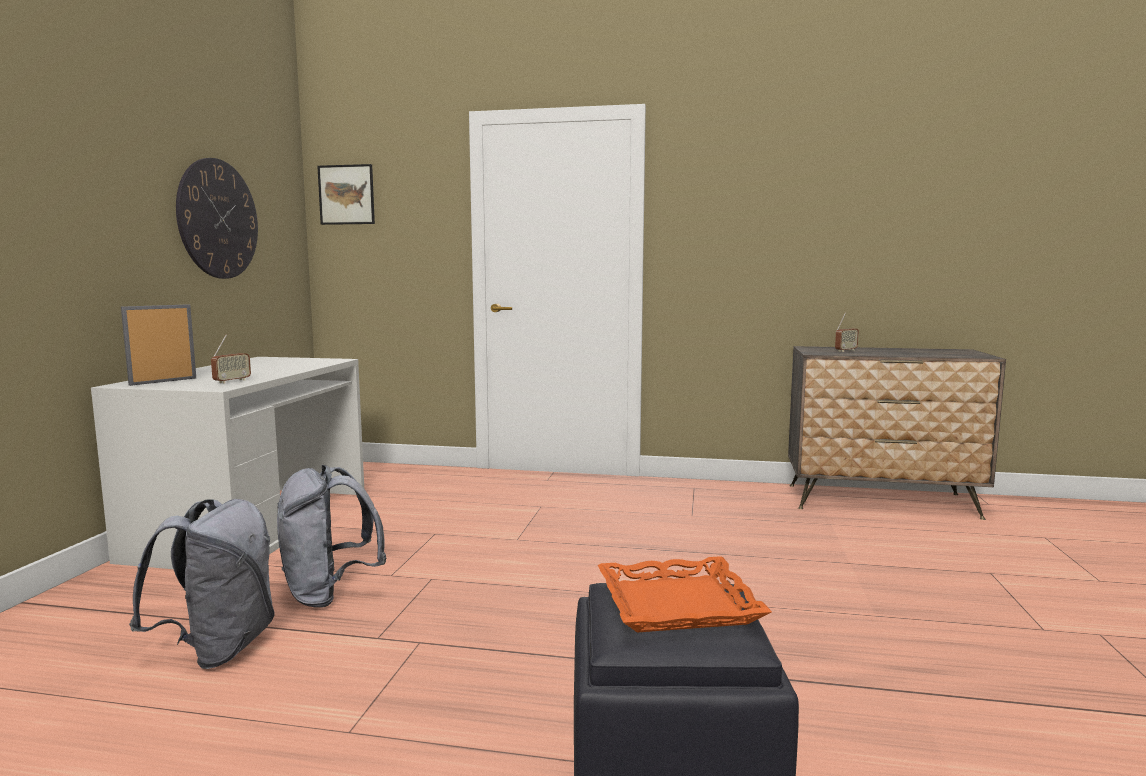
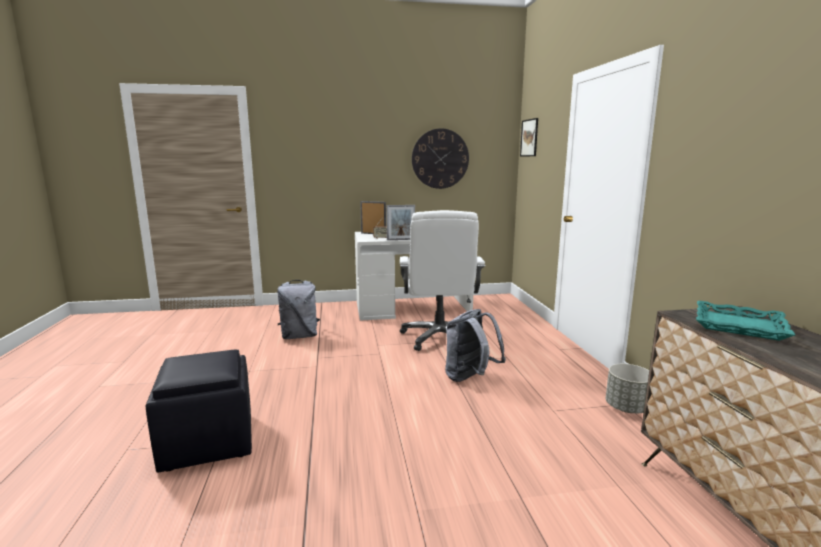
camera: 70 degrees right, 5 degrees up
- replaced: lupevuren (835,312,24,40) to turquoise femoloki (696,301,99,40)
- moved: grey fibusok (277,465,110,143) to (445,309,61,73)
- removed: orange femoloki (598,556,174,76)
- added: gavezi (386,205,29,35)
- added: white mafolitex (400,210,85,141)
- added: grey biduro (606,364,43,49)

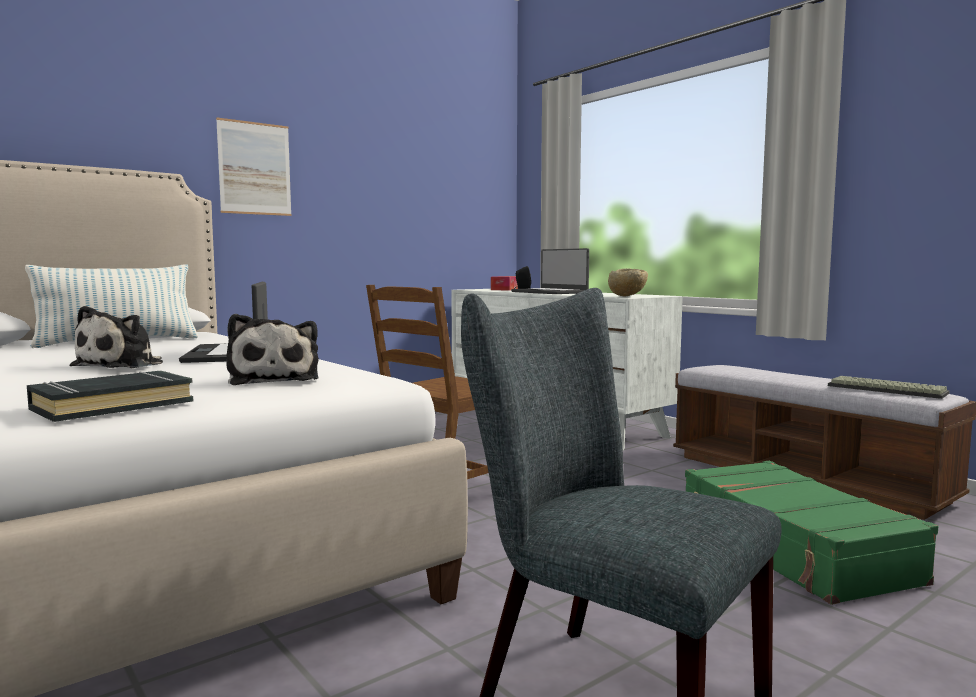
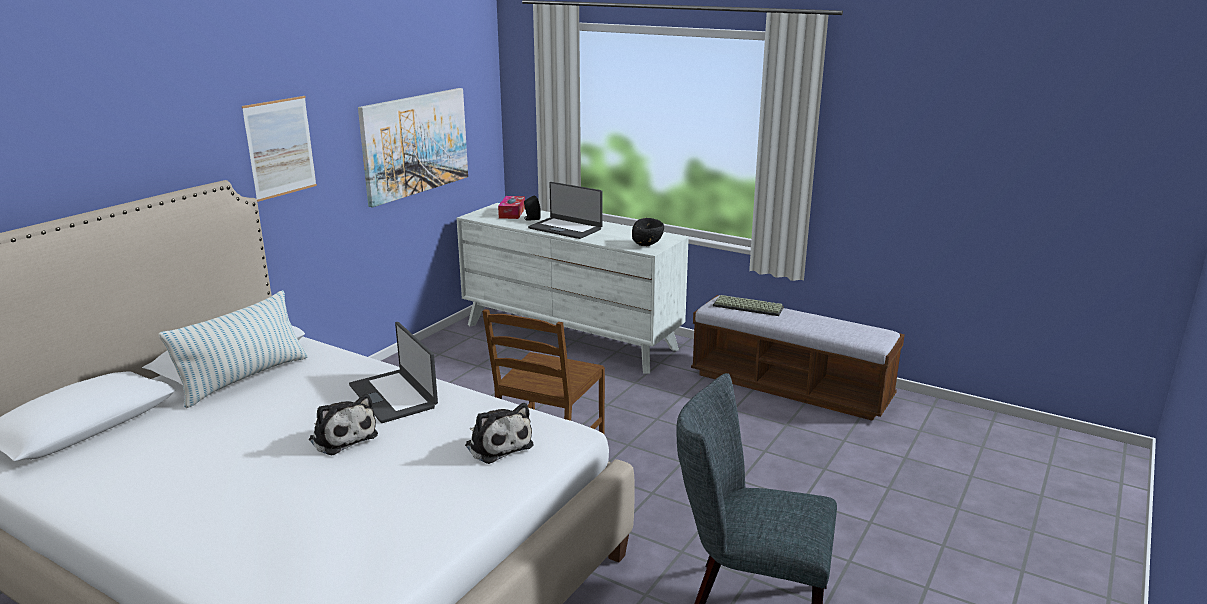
camera: 20 degrees left, 15 degrees up
- recoloured: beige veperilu (608,268,40,28) to black veperilu (632,218,32,28)
- turned: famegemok (70,306,93,62) = (309,394,69,61) 45 degrees counterclockwise
- removed: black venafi (27,371,166,51)
- moved: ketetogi (828,376,122,23) to (713,295,71,21)
- removed: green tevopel (685,461,253,144)
- added: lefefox (358,88,110,120)

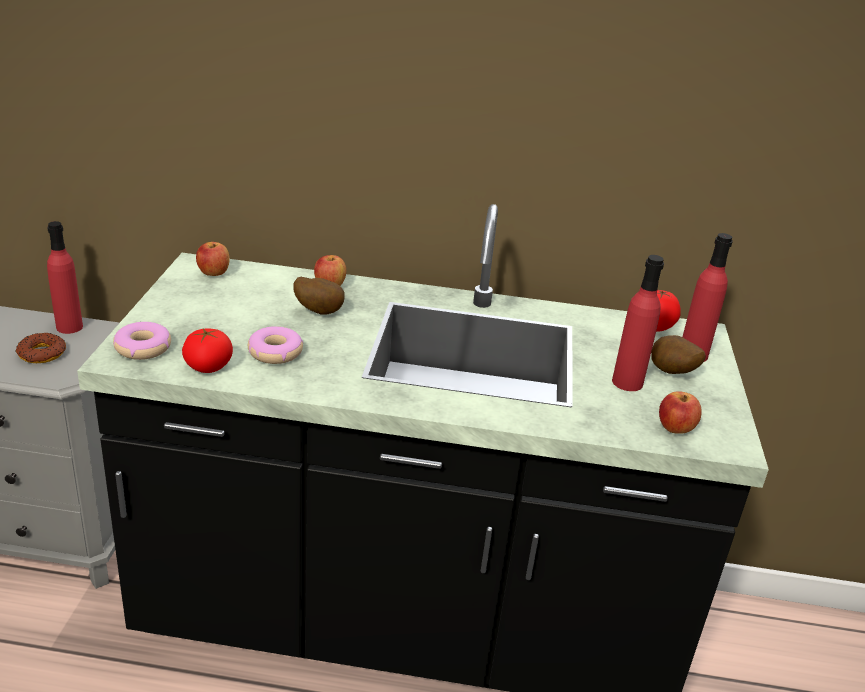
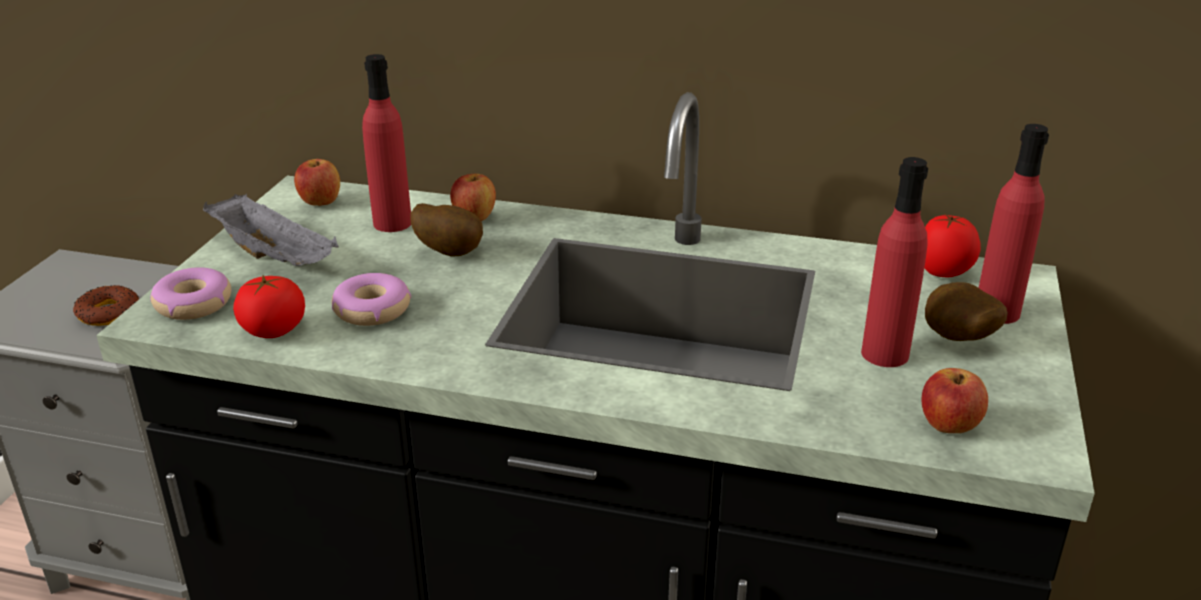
camera: 10 degrees right, 0 degrees up
- moved: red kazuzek (47,221,36,113) to (362,54,49,178)
- added: grey femoloki (203,194,136,72)

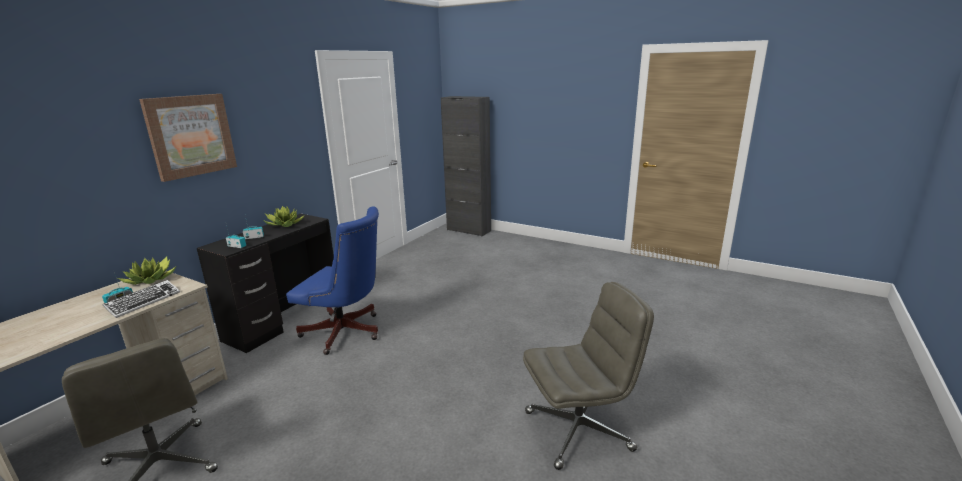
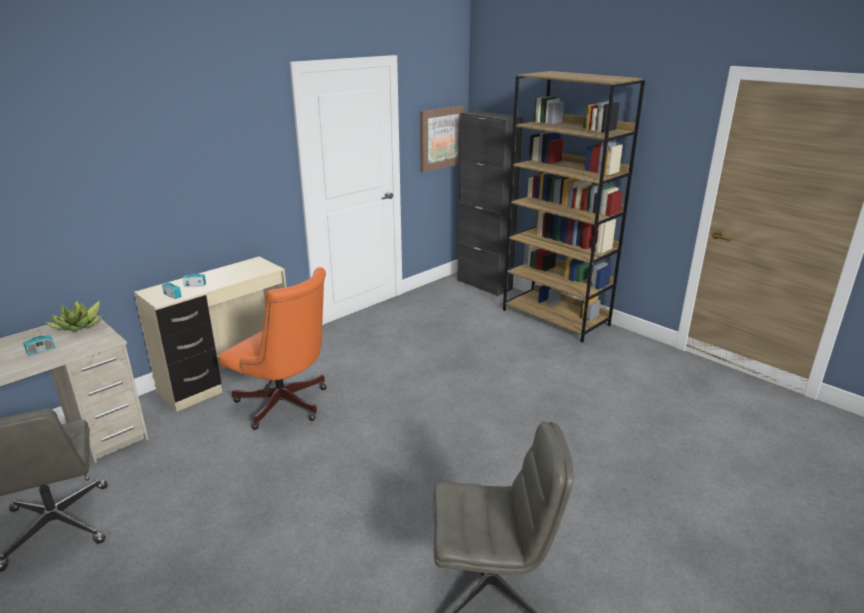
camera: 15 degrees right, 5 degrees up
- moved: lefefox (139,94,98,88) to (420,105,45,68)
- removed: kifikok (263,206,41,21)
- recoloured: blue mafolitex (286,206,93,149) to orange mafolitex (219,267,108,163)
- recoloured: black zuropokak (197,214,137,139) to beige zuropokak (134,256,152,156)
- removed: ketetogi (102,280,78,38)
- added: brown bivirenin (503,71,142,272)

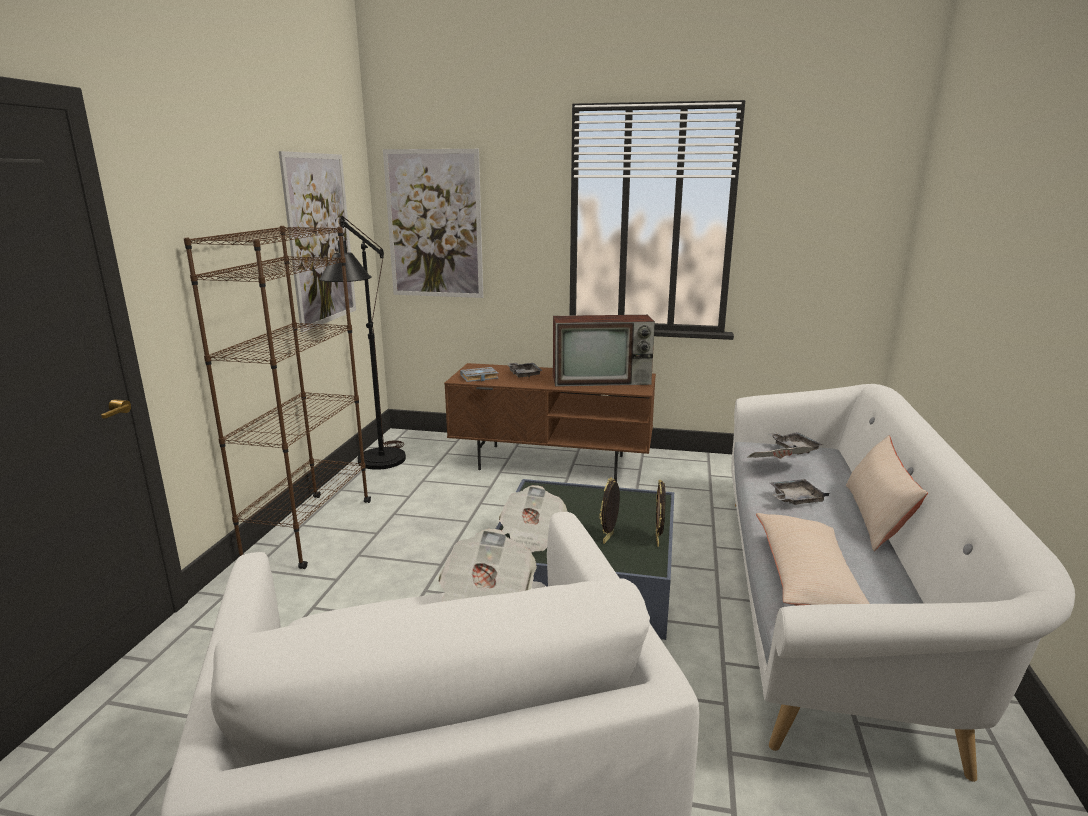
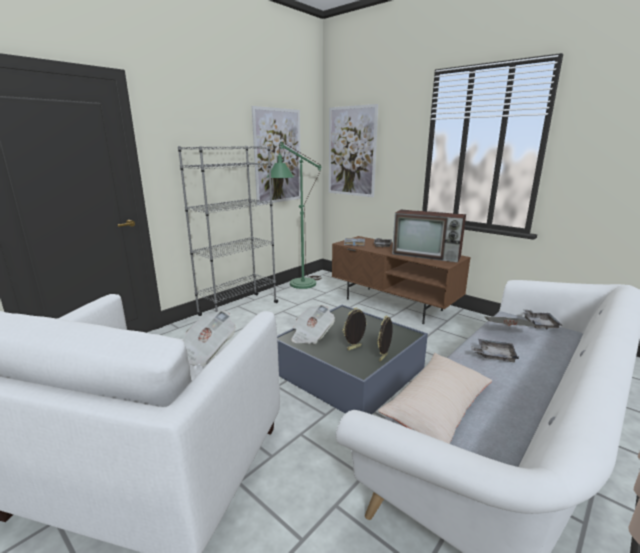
camera: 30 degrees right, 0 degrees up
- recoloured: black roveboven (319,215,87,255) to green roveboven (266,142,56,147)
- recoloured: brown bivirenin (184,226,187,343) to grey bivirenin (178,146,100,170)
- removed: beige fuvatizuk (846,435,82,116)

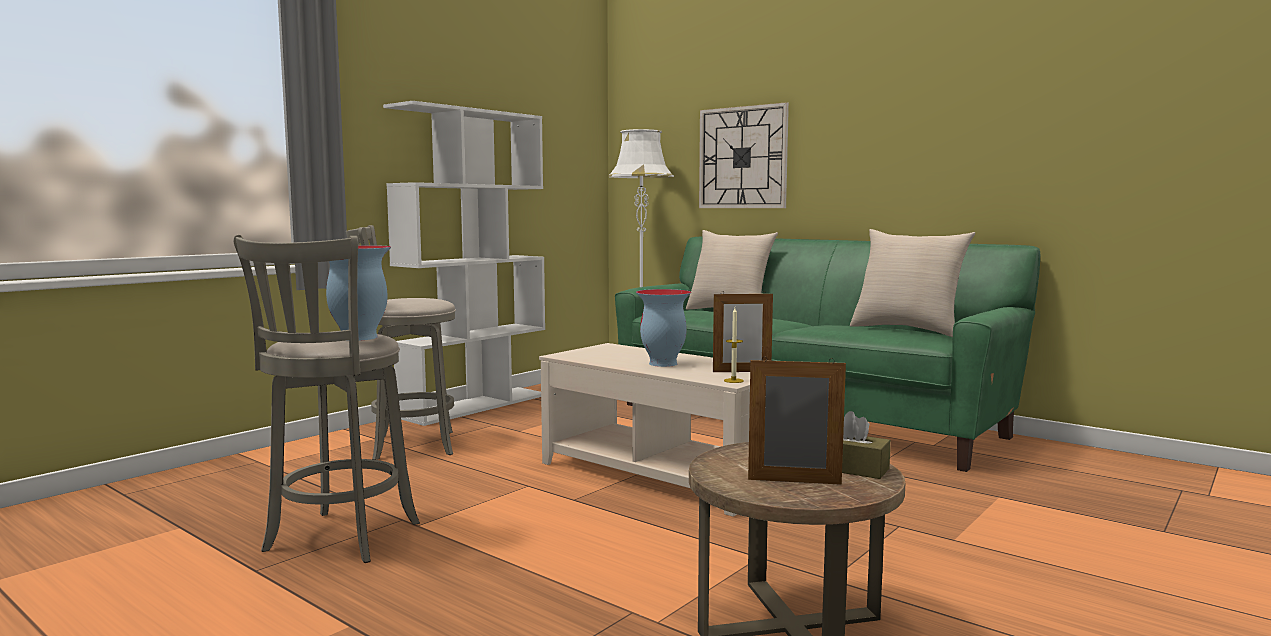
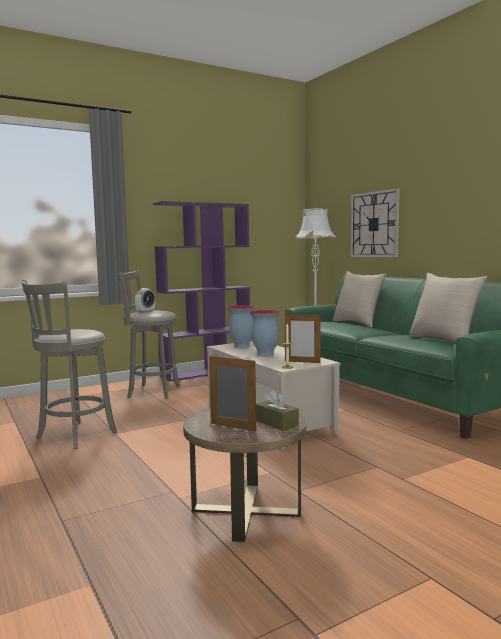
camera: 20 degrees right, 0 degrees up
- recoloured: white bivirenin (383,101,162,325) to purple bivirenin (153,201,97,181)
- moved: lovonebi (326,245,65,96) to (226,305,30,43)
- added: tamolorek (135,288,20,25)

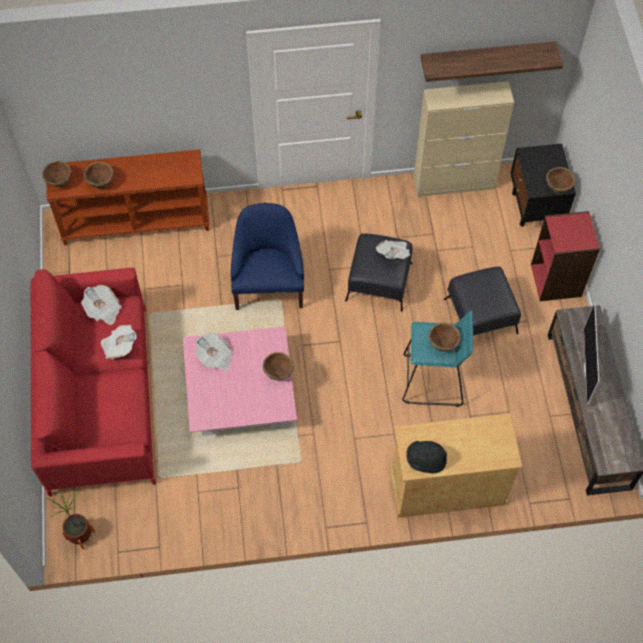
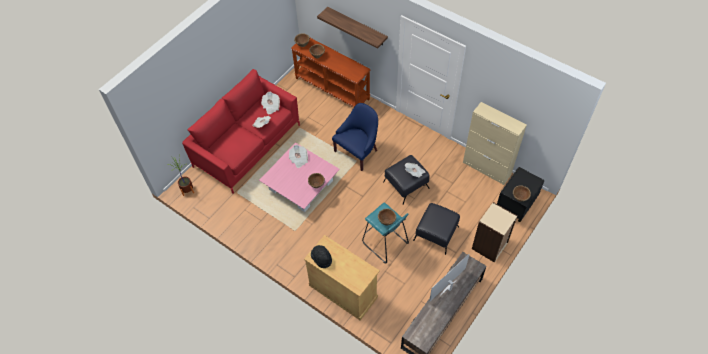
camera: 45 degrees right, 5 degrees down
- moved: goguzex (421,41,142,41) to (317,7,71,42)
- recoloured: red bivirenin (531,211,69,90) to beige bivirenin (472,202,45,61)

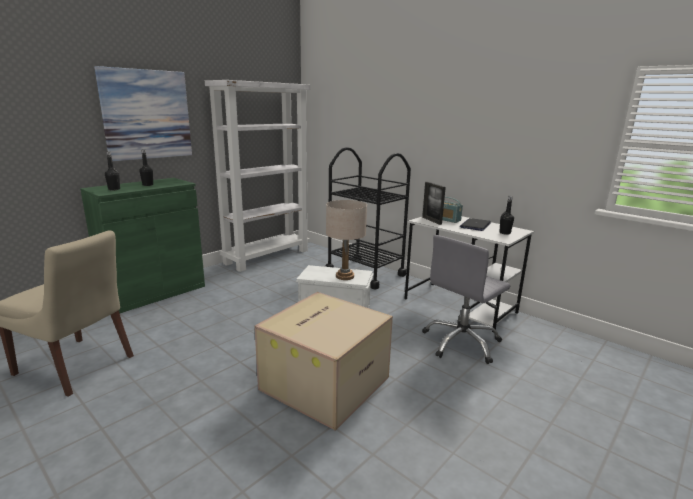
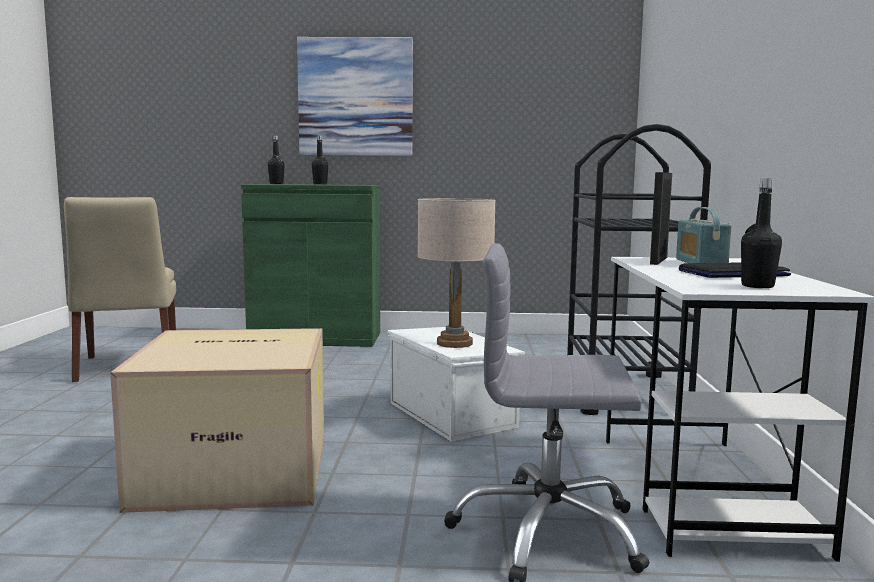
camera: 50 degrees right, 10 degrees down
- removed: white bivirenin (205,80,105,192)

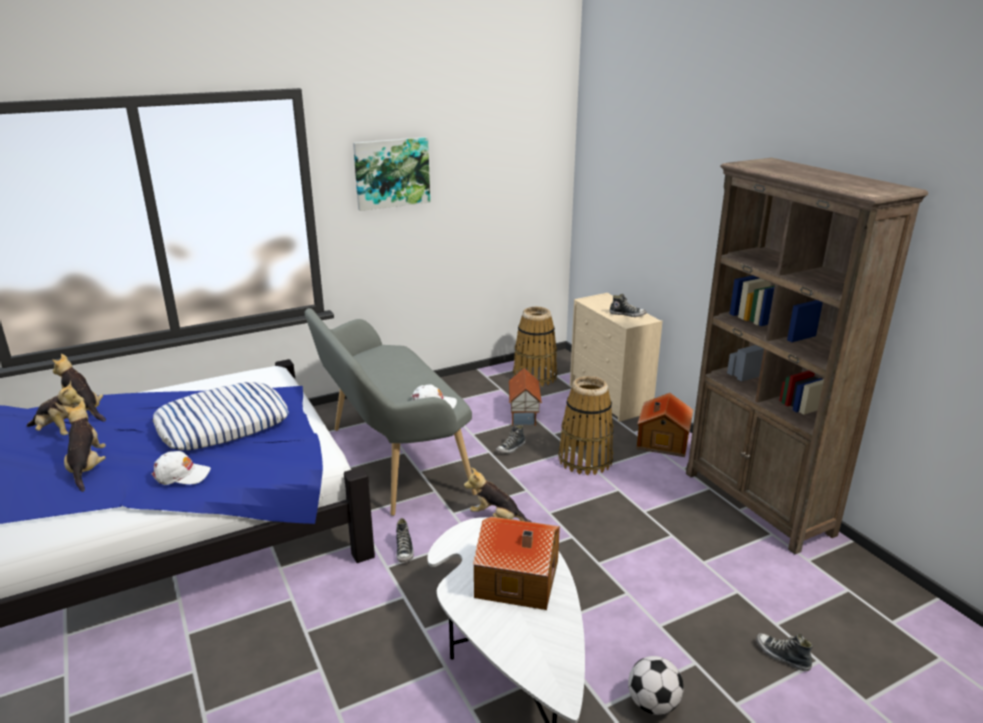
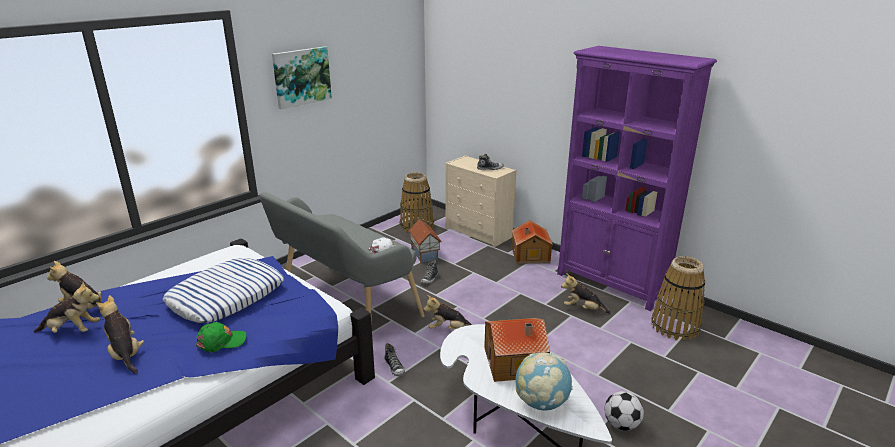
camera: 20 degrees left, 0 degrees up
- recoloured: brown bivirenin (686,158,242,396) to purple bivirenin (557,46,160,265)
- moved: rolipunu (558,376,56,99) to (651,256,54,85)
- recoloured: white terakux (151,451,60,34) to green terakux (196,322,50,30)
- removed: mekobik (756,633,57,38)
- added: famegemok (561,273,50,41)
- added: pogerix (516,352,57,58)

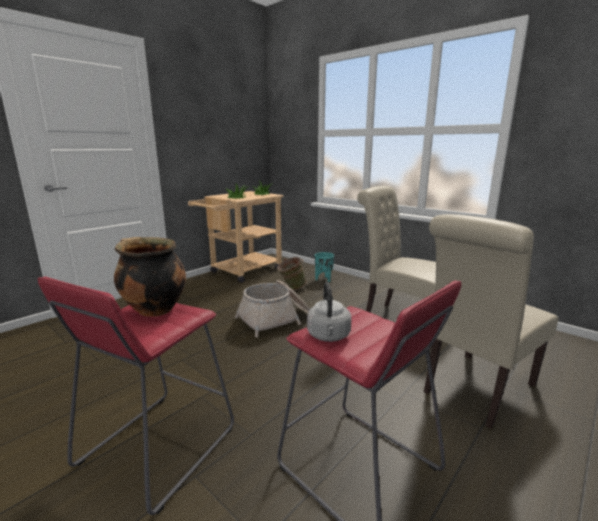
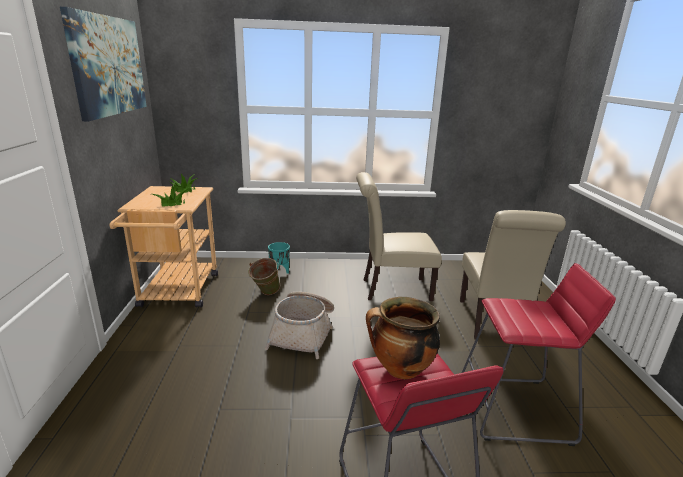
camera: 45 degrees left, 5 degrees up
- removed: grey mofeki (307,282,44,60)
- added: lefefox (60,7,87,114)

